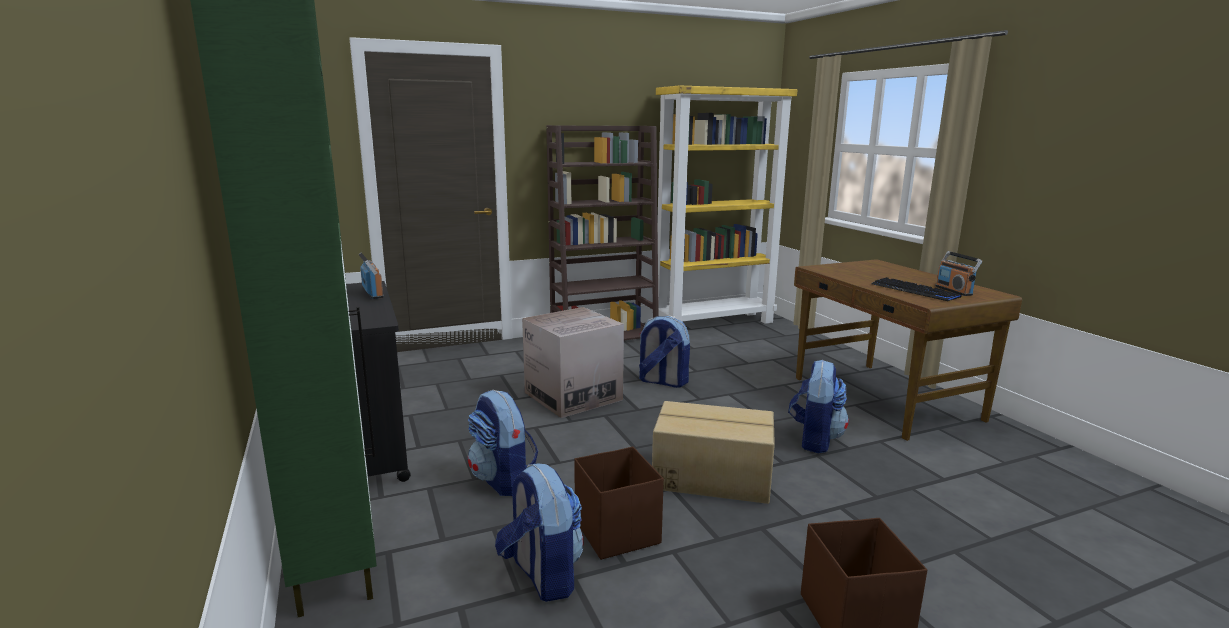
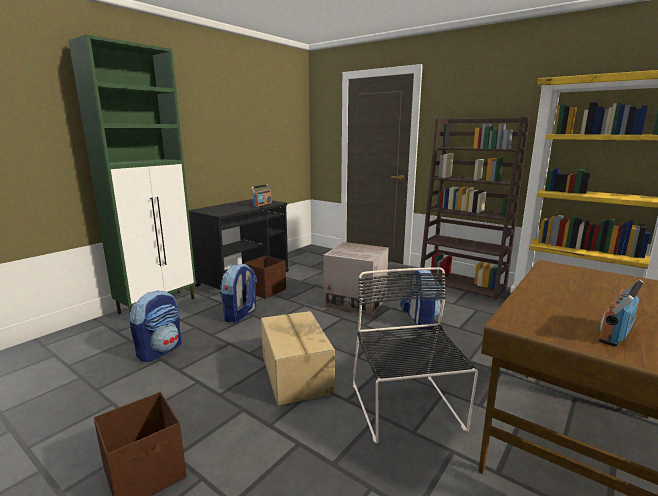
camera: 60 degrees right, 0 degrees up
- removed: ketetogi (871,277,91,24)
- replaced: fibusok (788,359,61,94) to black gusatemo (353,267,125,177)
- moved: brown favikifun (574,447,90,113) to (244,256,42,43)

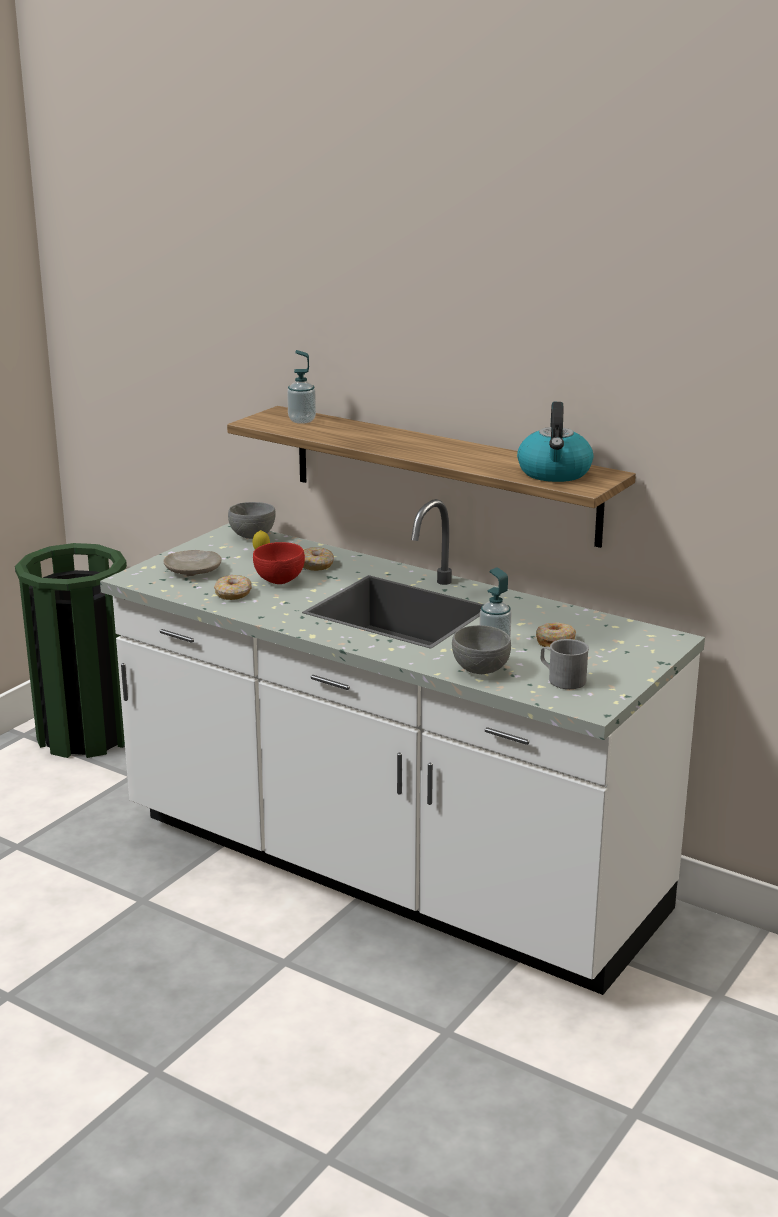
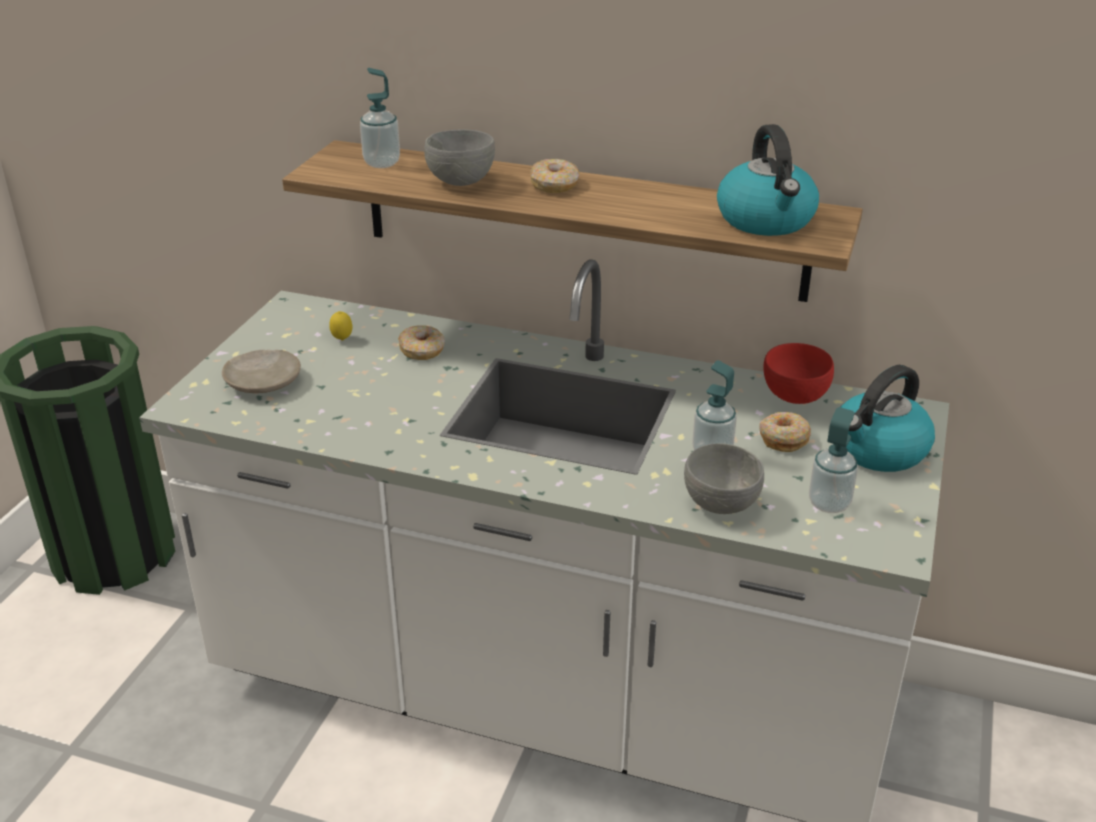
camera: 15 degrees left, 10 degrees up
- moved: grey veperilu (228,502,48,37) to (424,129,71,57)
- moved: red veperilu (253,542,52,42) to (763,343,71,61)
- moved: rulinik (214,575,38,25) to (530,159,49,34)
- replaced: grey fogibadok (541,639,48,50) to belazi (809,407,49,106)
- added: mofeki (841,365,94,107)

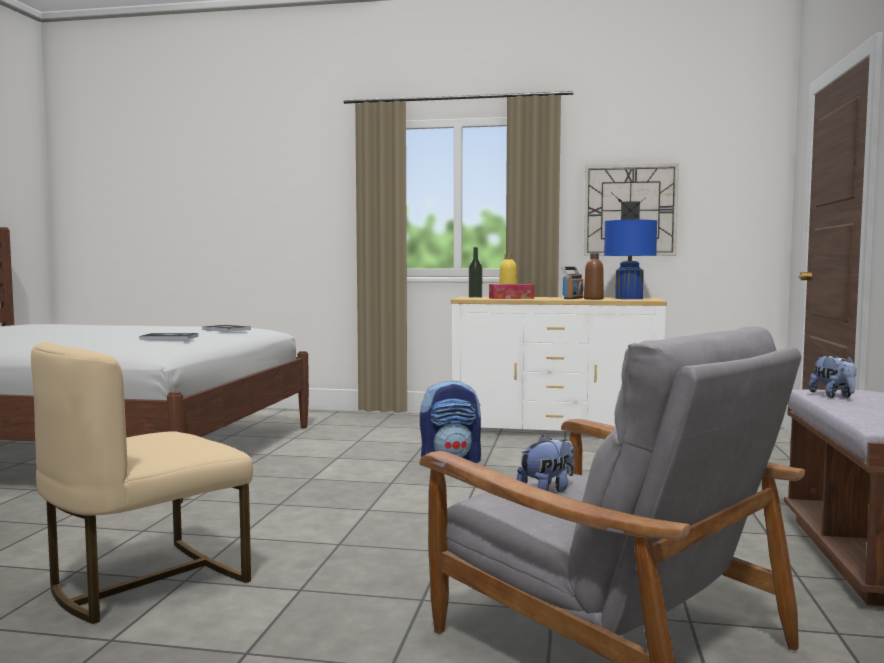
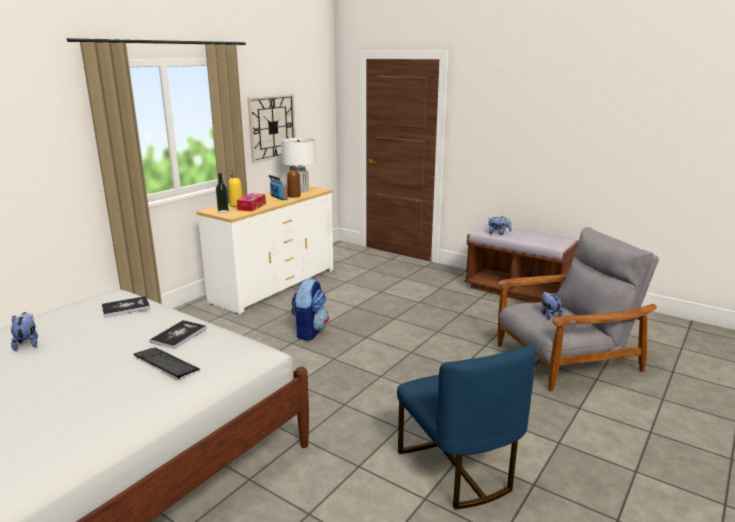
camera: 65 degrees left, 15 degrees up
- recoloured: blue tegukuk (604,220,53,79) to white tegukuk (281,138,35,54)
- recoloured: beige gusatemo (31,342,222,282) to blue gusatemo (397,344,139,165)
- added: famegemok (11,312,27,39)
- added: ketetogi (134,348,66,31)

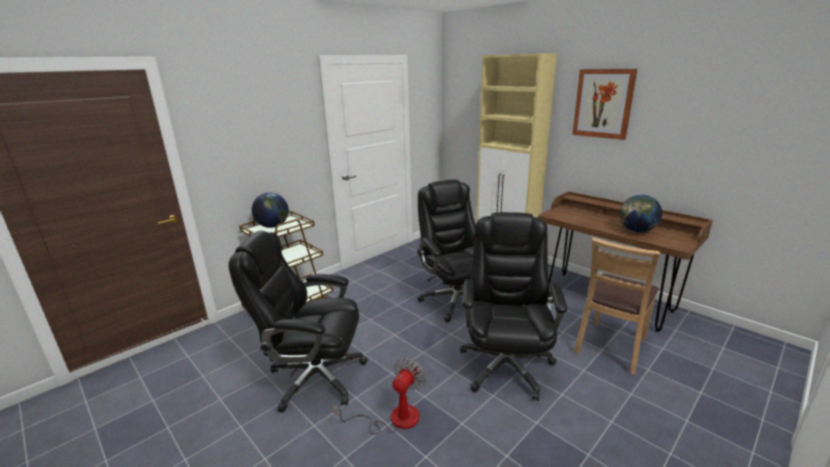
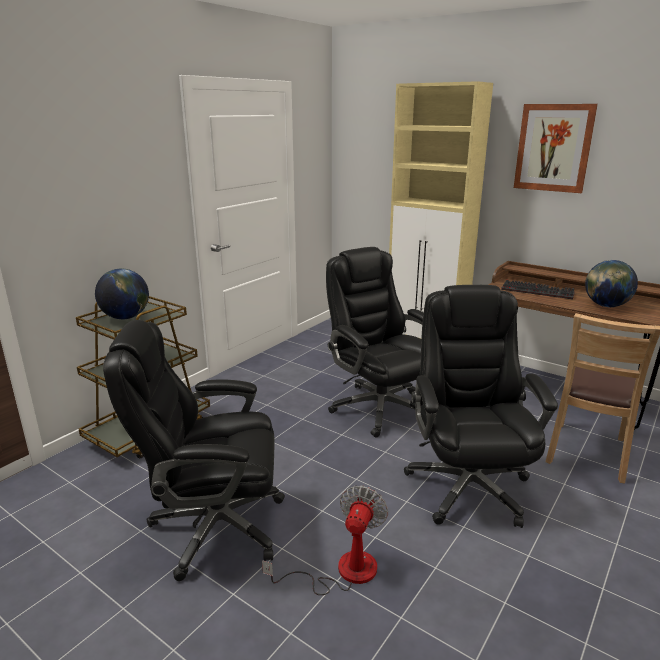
camera: 10 degrees left, 0 degrees up
- added: ketetogi (501,280,74,19)

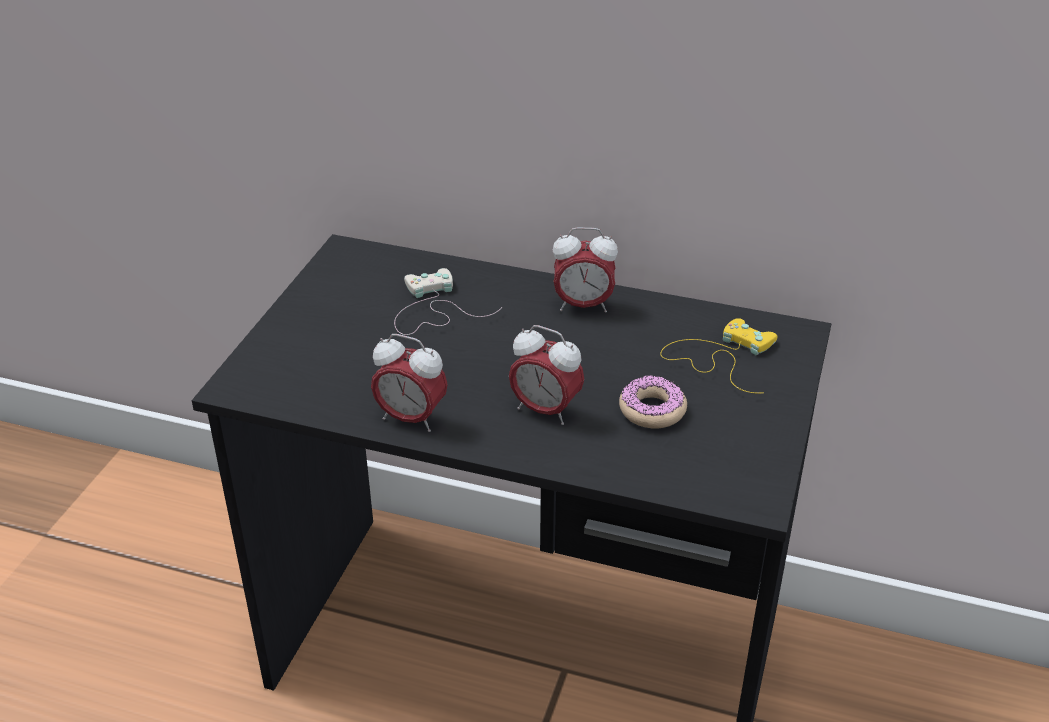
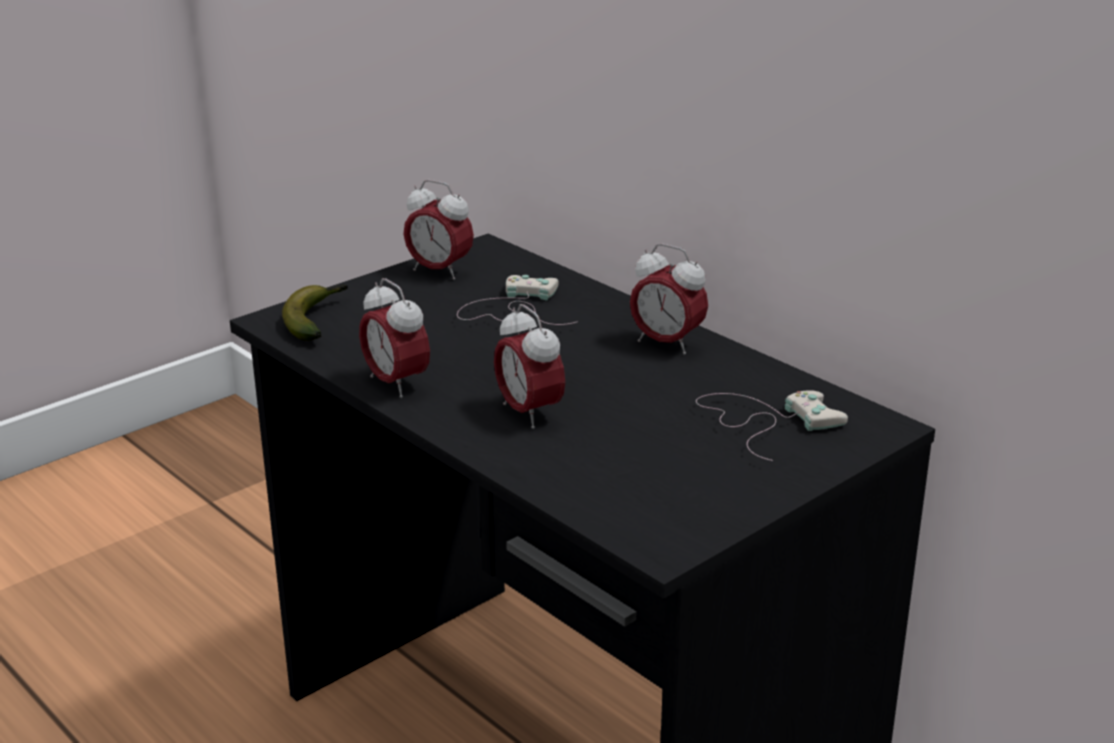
camera: 30 degrees right, 10 degrees down
- recoloured: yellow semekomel (660,318,117,75) to white semekomel (696,390,152,71)
- removed: rulinik (619,375,68,54)
- added: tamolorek (403,180,71,100)
- added: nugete (282,284,66,57)

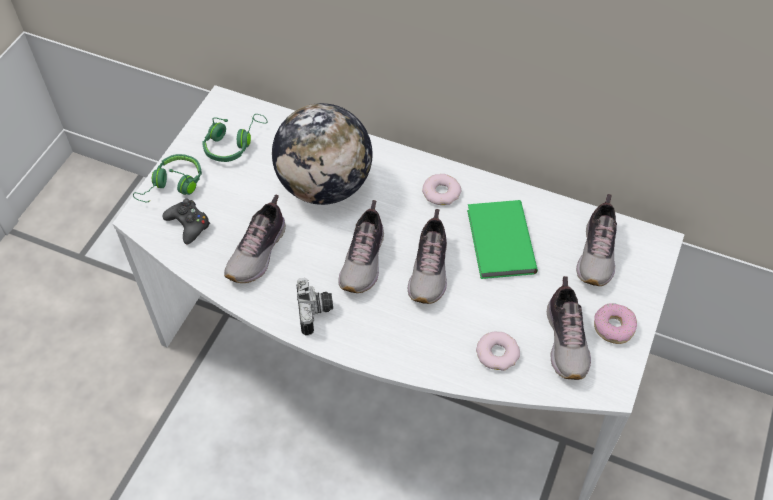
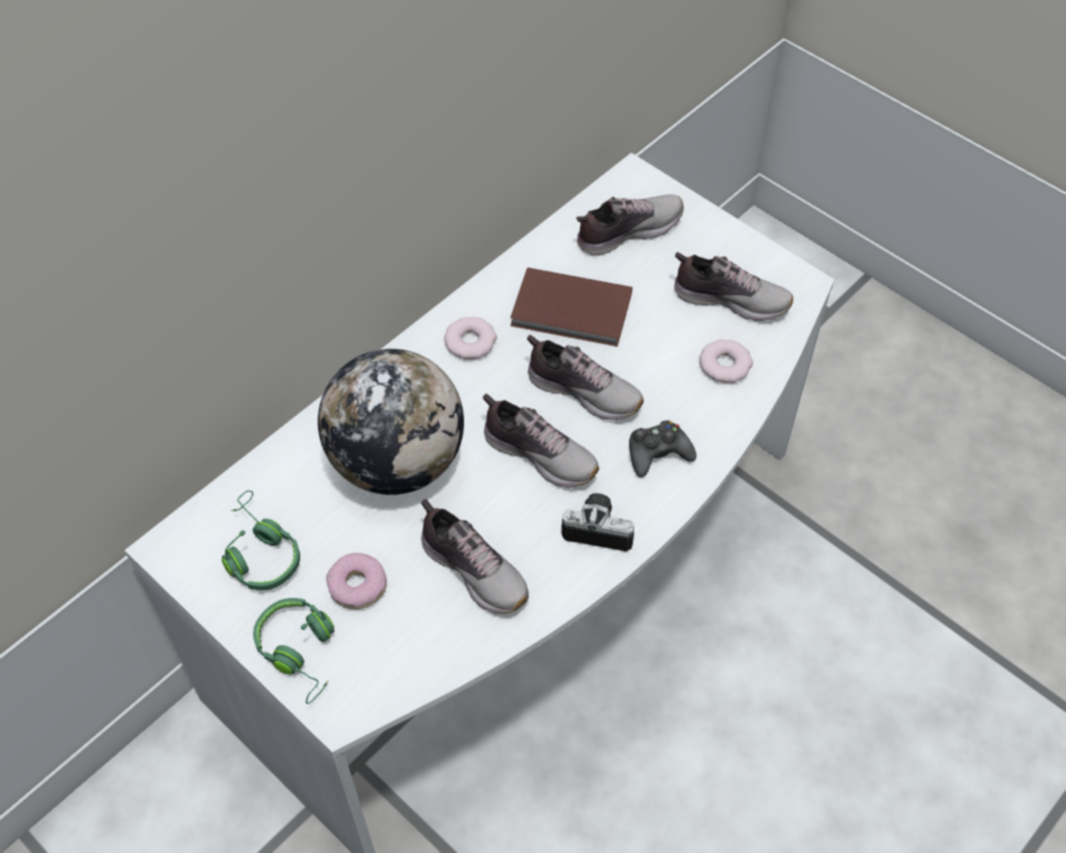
camera: 70 degrees left, 0 degrees up
- turned: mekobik (576,194,41,92) = (576,194,108,62) 60 degrees counterclockwise
- moved: black semekomel (162,199,48,45) to (629,420,67,57)
- recoloured: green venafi (467,200,71,79) to brown venafi (510,267,122,80)
- moved: rulinik (594,303,43,41) to (326,553,61,56)

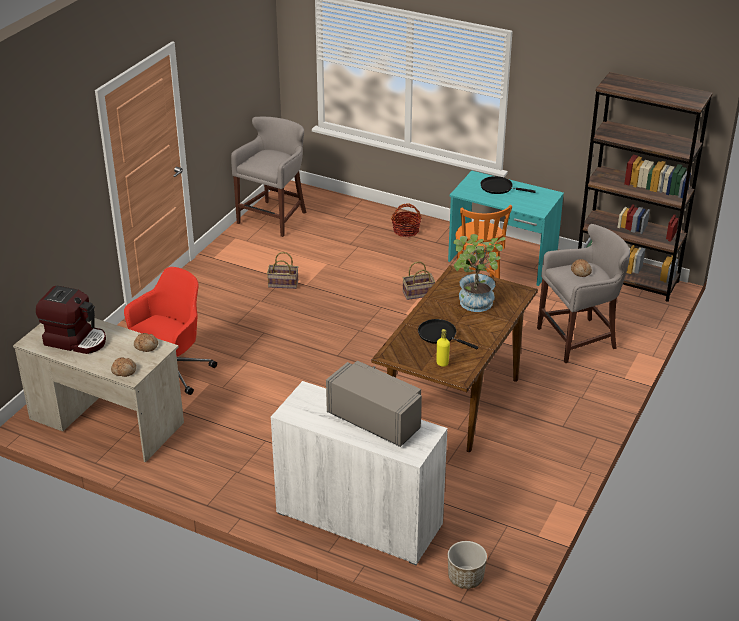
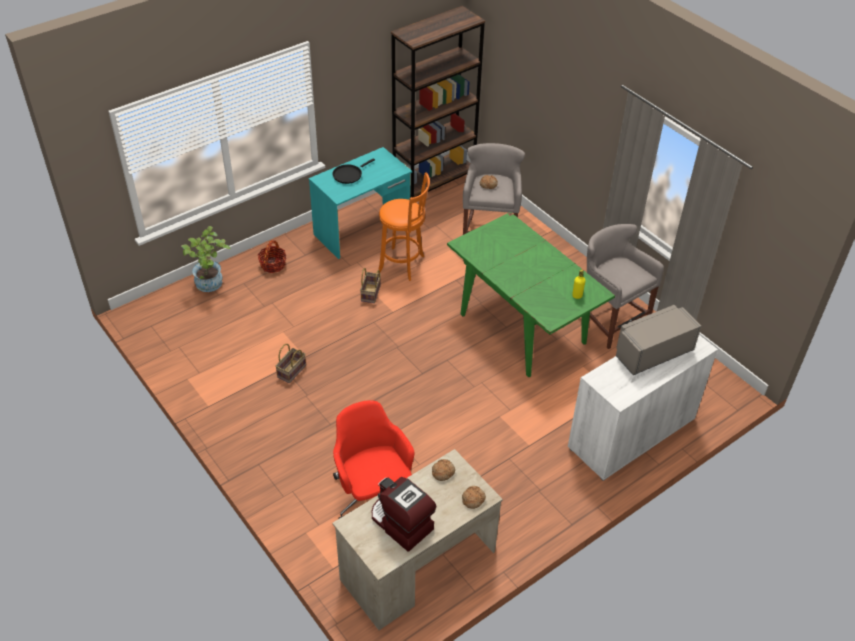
camera: 65 degrees left, 10 degrees up
- moved: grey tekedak (231,117,76,120) to (587,224,77,125)
- moved: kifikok (453,234,53,78) to (181,226,50,66)
- recoloured: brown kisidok (371,265,167,187) to green kisidok (447,212,168,165)
- turned: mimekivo (36,286,70,68) = (372,477,64,75) 90 degrees counterclockwise
- removed: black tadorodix (418,319,60,31)
- removed: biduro (448,541,39,48)

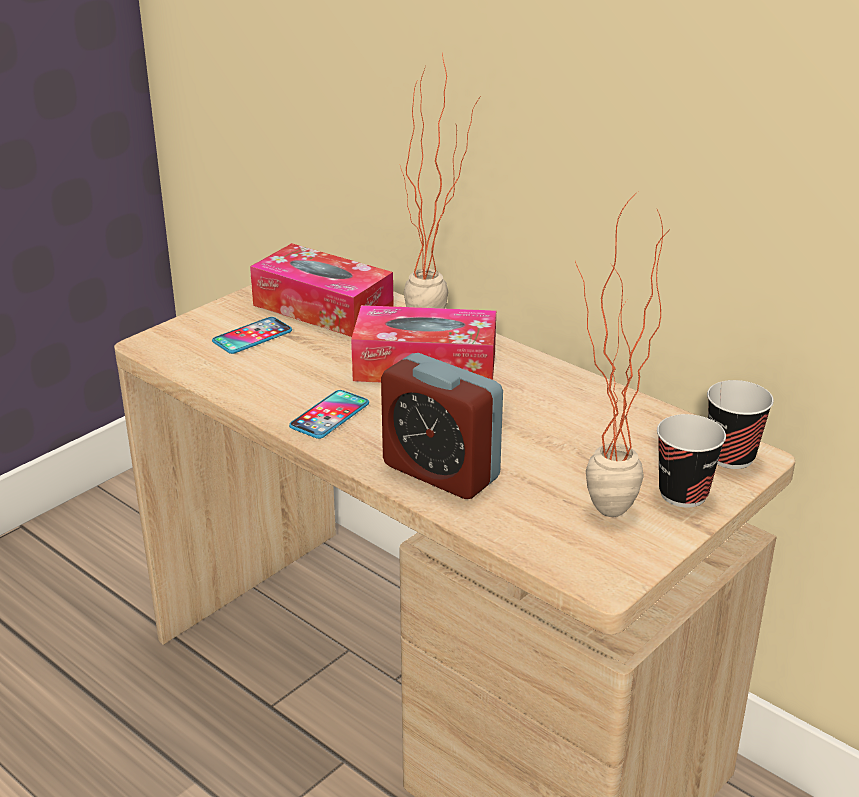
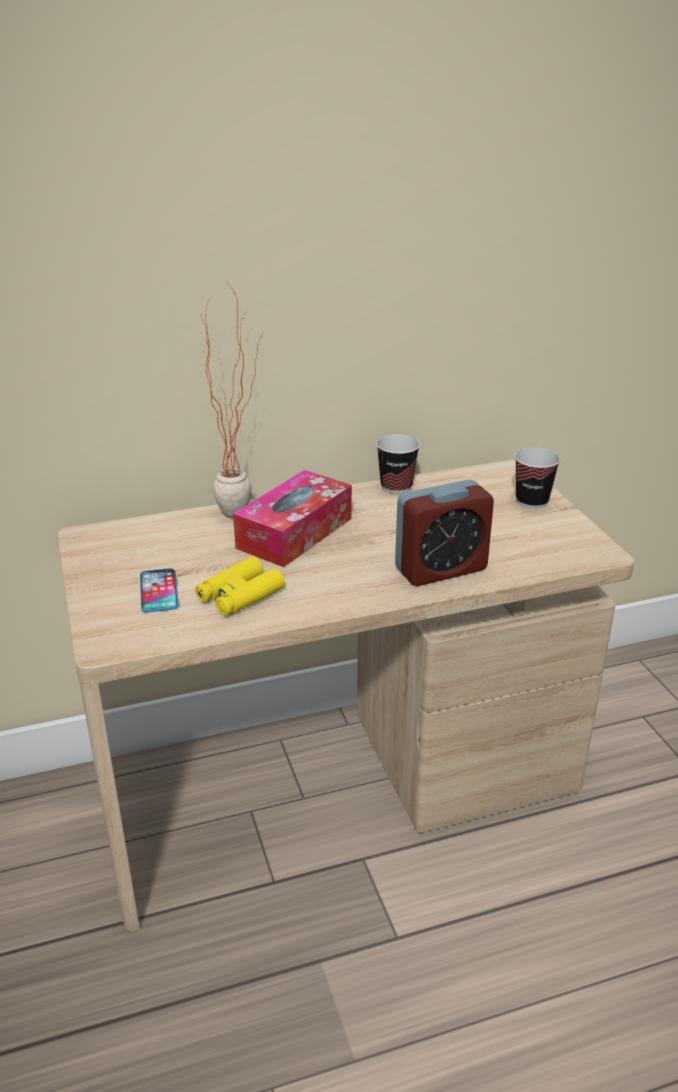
camera: 60 degrees left, 0 degrees up
- removed: kifikok (575,194,96,323)
- removed: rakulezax (250,243,144,94)
- moved: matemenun (707,380,67,89) to (376,434,44,60)
- removed: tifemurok (289,390,80,49)
- added: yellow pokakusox (195,556,90,60)

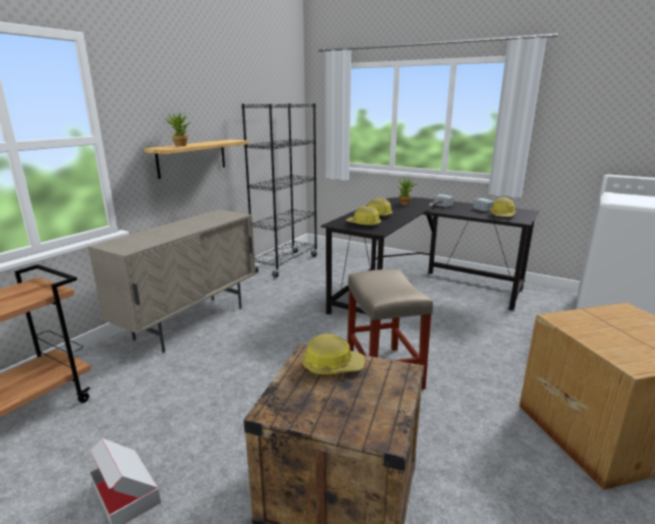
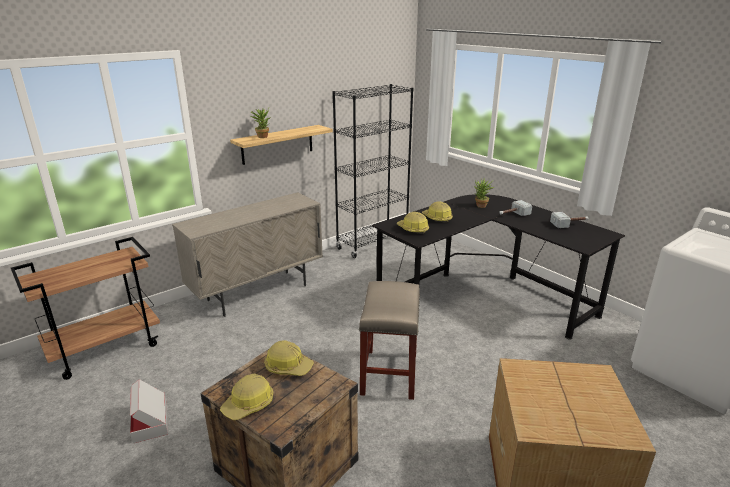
camera: 20 degrees right, 5 degrees up
- moved: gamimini (490,197,26,20) to (220,374,53,46)

